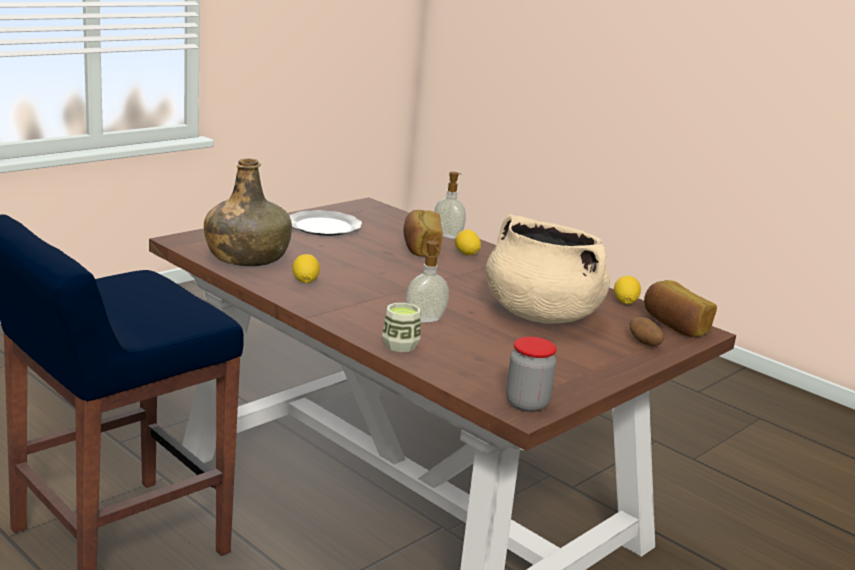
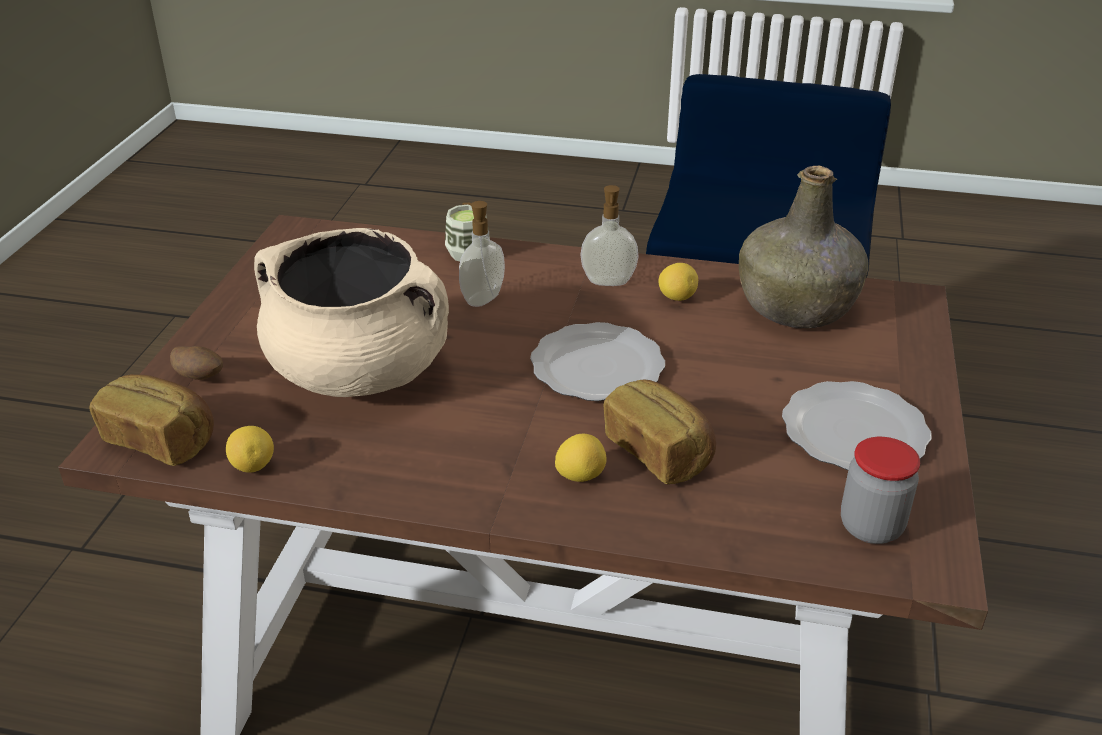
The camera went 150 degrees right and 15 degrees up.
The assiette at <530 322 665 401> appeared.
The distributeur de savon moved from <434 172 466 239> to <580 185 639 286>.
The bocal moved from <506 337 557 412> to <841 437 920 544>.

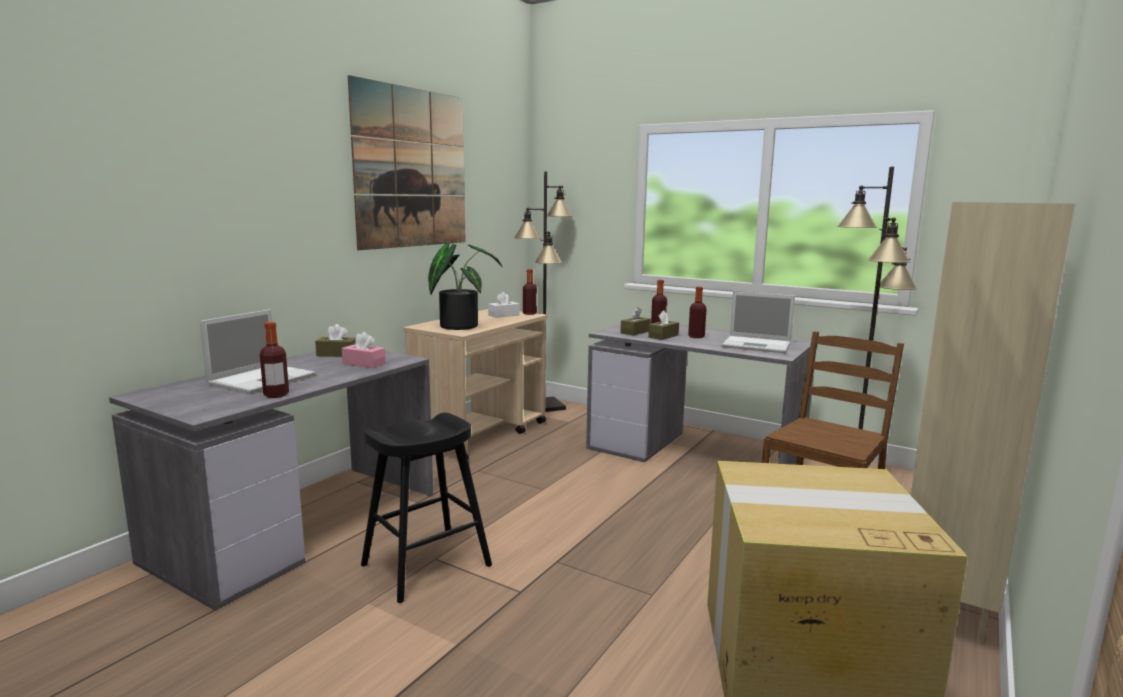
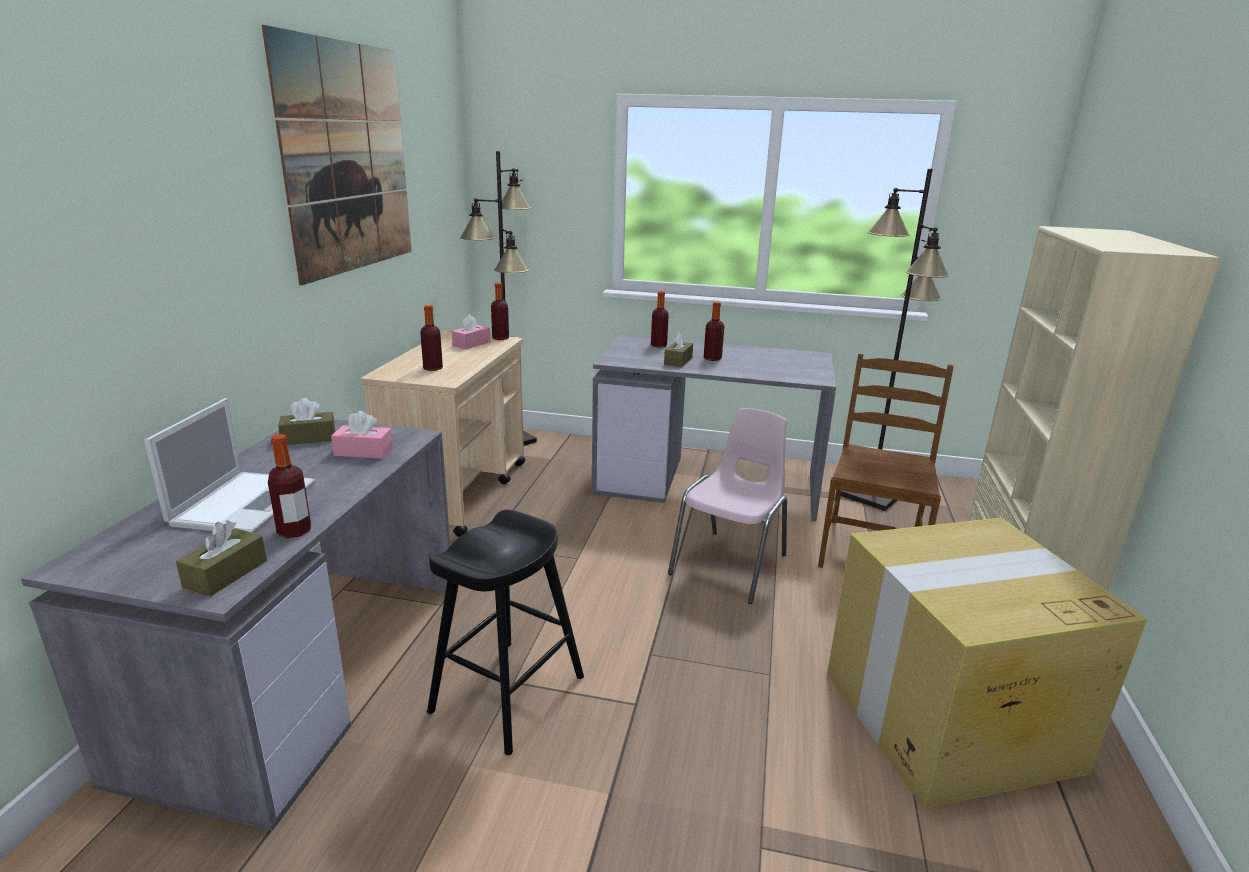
The camera went 20 degrees left and 10 degrees up.
The ordinateur portable at <721 292 795 353> disappeared.
The chaise/rose at <668 408 787 604> appeared.
The boîte à mouchoirs/marron moved from <620 307 651 336> to <176 520 267 597>.
The plante en pot at <428 243 502 330> was replaced by the bouteille at <420 305 443 371>.
The boîte à mouchoirs/blanc at <488 292 519 318> became the boîte à mouchoirs/rose at <452 315 491 349>.

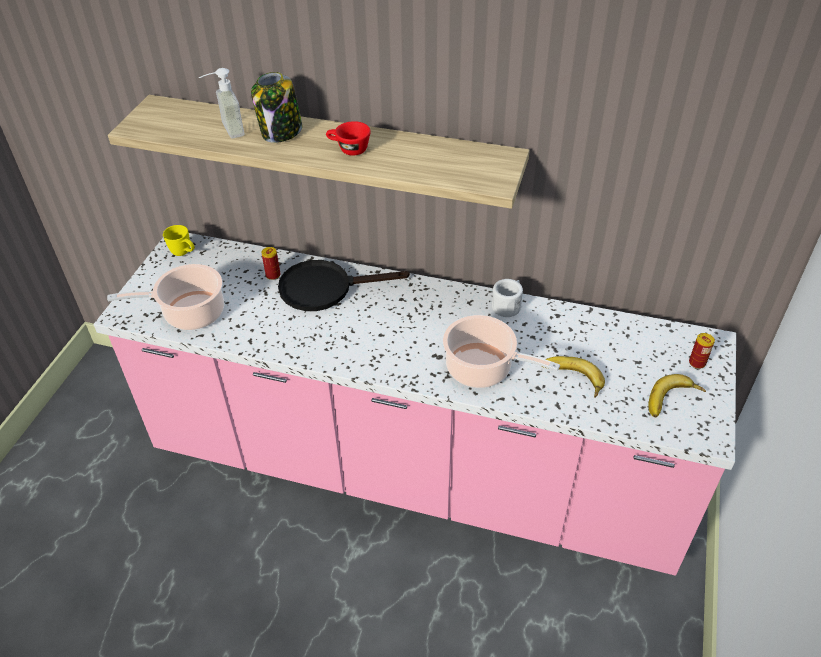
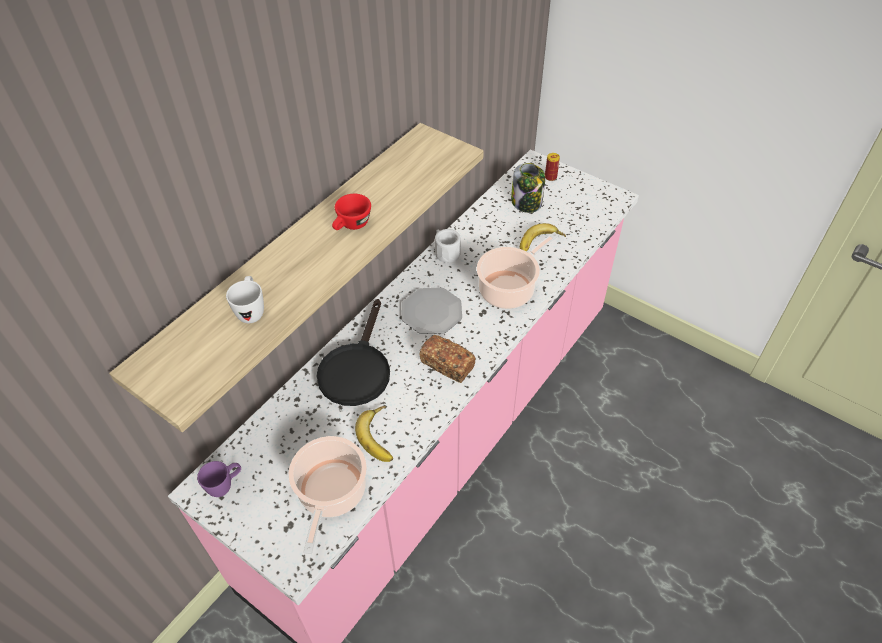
The camera went 70 degrees left and 5 degrees up.
The boîte métallique at <261 247 280 280> disappeared.
The assiette at <402 288 462 334> appeared.
The pain at <419 335 475 383> appeared.
The bocal moved from <251 72 302 143> to <511 163 545 213>.
The banane moved from <649 374 706 417> to <355 406 393 462>.
The distributeur de savon at <199 68 245 138> was replaced by the mug/blanc at <226 276 264 323>.
The mug/jaune at <163 225 195 256> became the mug/violet at <197 461 241 497>.

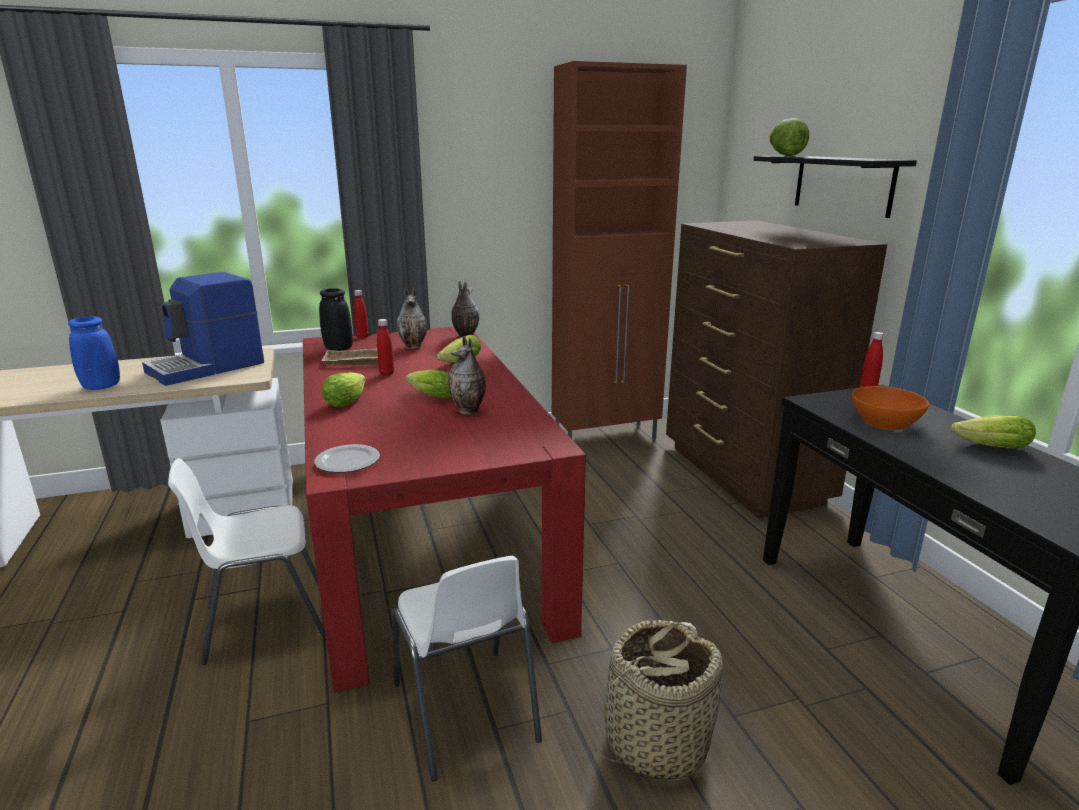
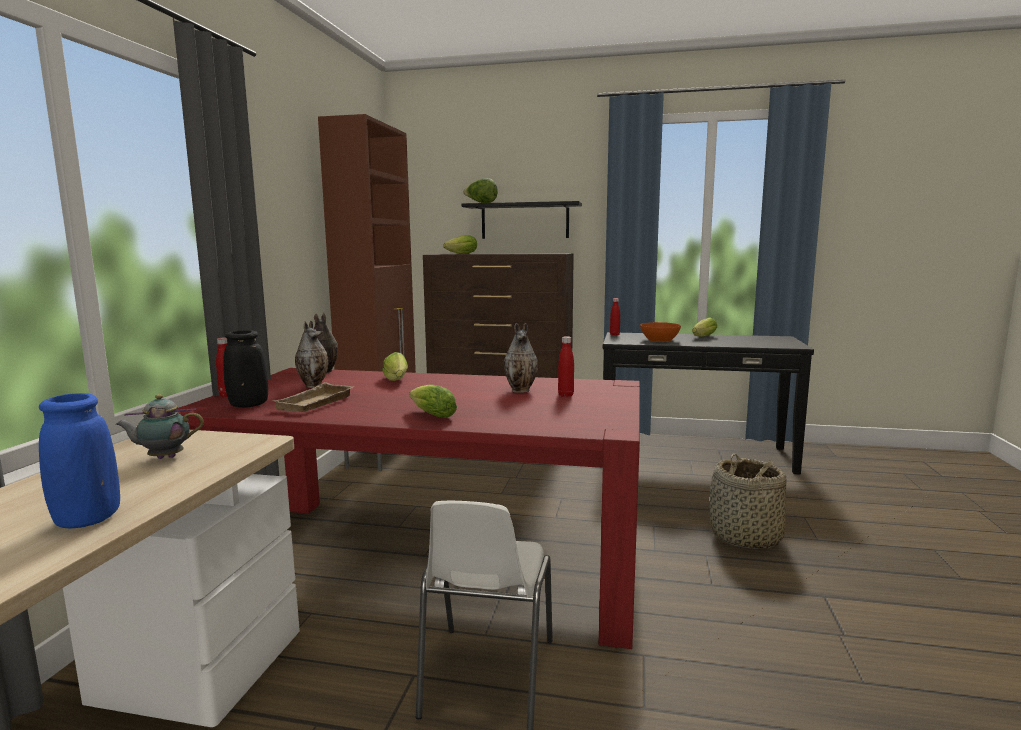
The camera went 60 degrees left and 10 degrees down.
The assiette at <314 444 380 473> disappeared.
The chaise/blanc at <392 556 542 781> disappeared.
The bouteille/rouge moved from <377 319 394 375> to <558 336 574 397>.
The laitue moved from <406 369 452 399> to <443 235 477 254>.
The machine à café at <142 272 264 386> was replaced by the théière at <116 394 204 459>.

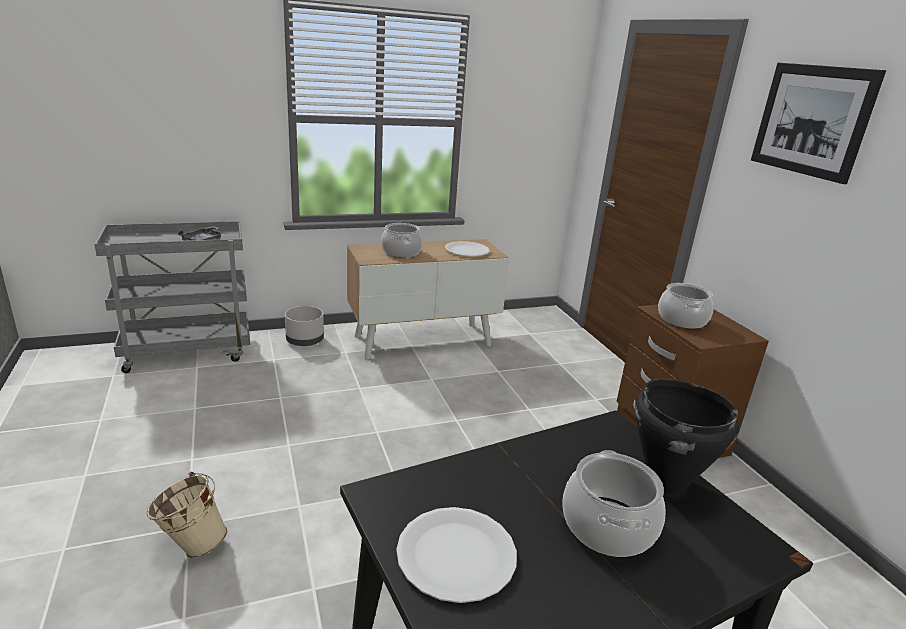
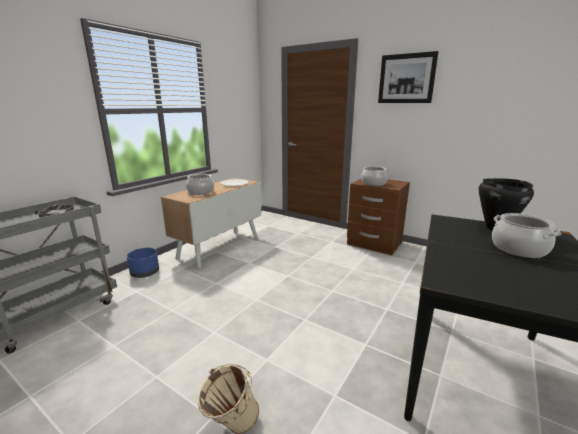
The camera went 35 degrees left and 5 degrees down.
The assiette/blanc at <396 507 517 603> disappeared.
The cache-pot/gris at <285 306 324 346> became the cache-pot/bleu at <127 248 159 278>.

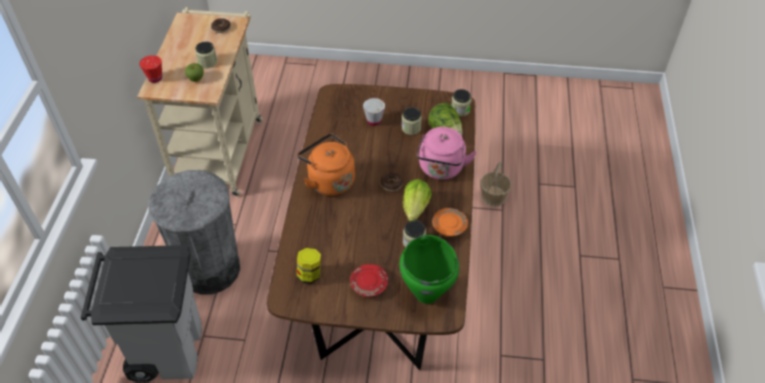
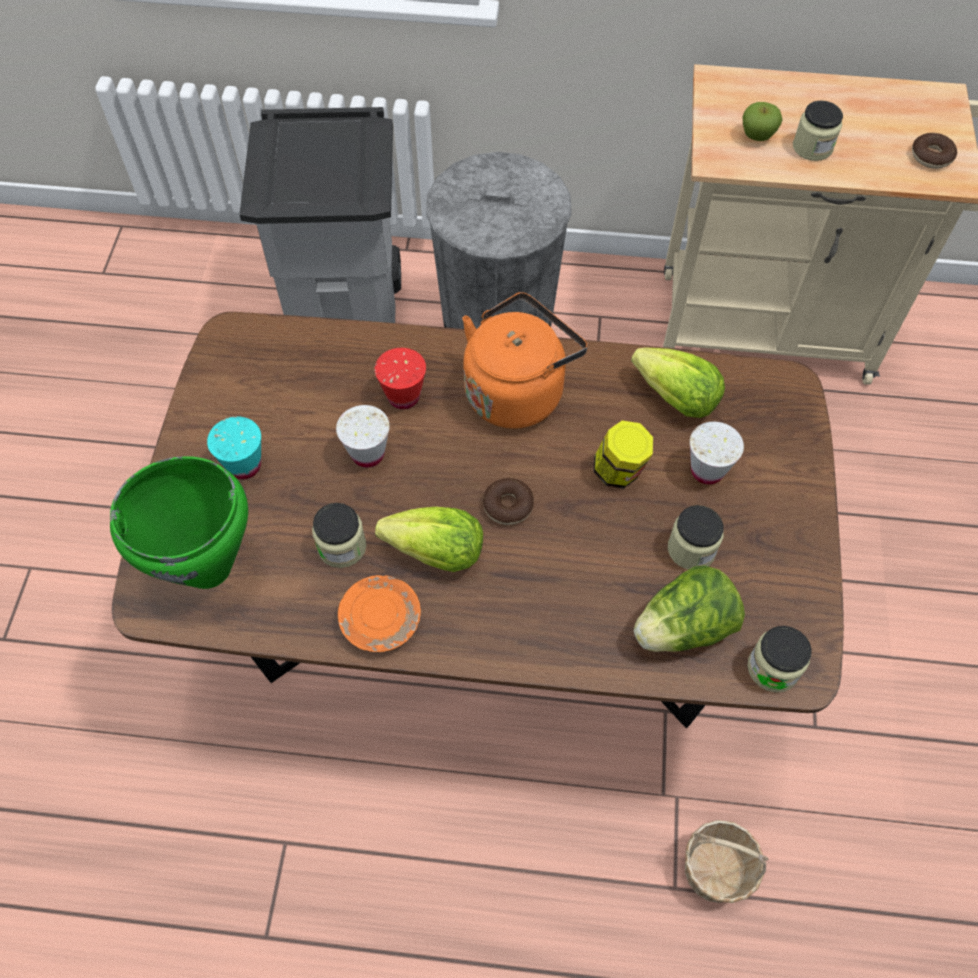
The camera went 90 degrees right and 10 degrees up.
The bouilloire/rose at <416 127 476 180> disappeared.
The tasse/blanc at <336 405 390 468> appeared.
The laitue at <631 348 725 418> appeared.
The tasse/rouge moved from <139 55 162 83> to <375 348 426 409>.
The bocal moved from <297 248 321 284> to <594 420 653 489>.
The assiette/rouge at <350 264 388 297> was replaced by the tasse/turquoise at <207 416 261 479>.

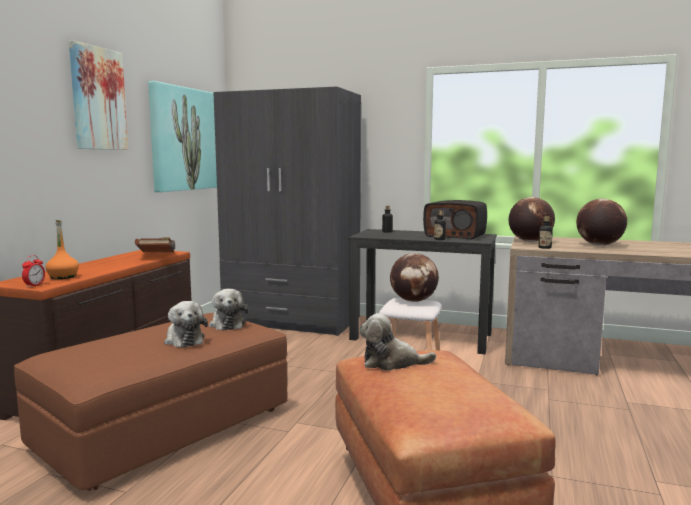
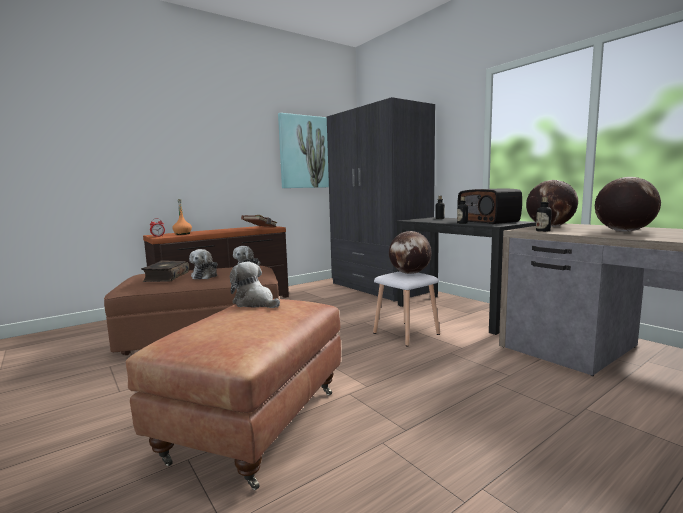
The camera went 35 degrees right and 0 degrees up.
The tableau at <69 41 128 150> disappeared.
The livre at <141 260 189 282> appeared.

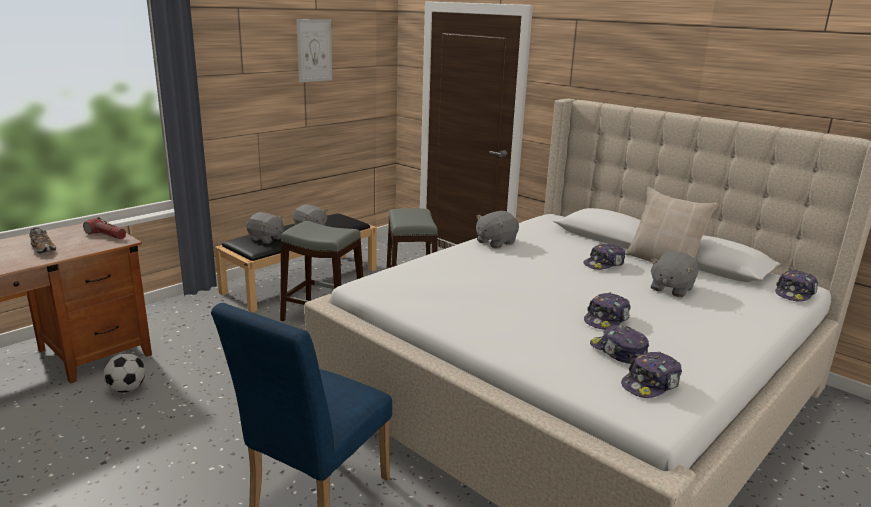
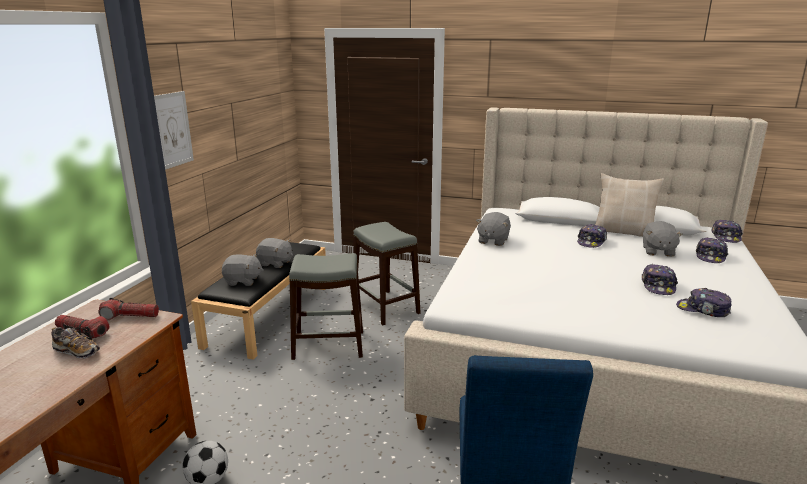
The camera went 25 degrees left and 0 degrees up.
The lampe de poche at <55 315 109 340> appeared.
The tableau moved from <297 19 332 82> to <154 91 194 170>.
The casquette moved from <621 352 682 398> to <696 237 728 263>.

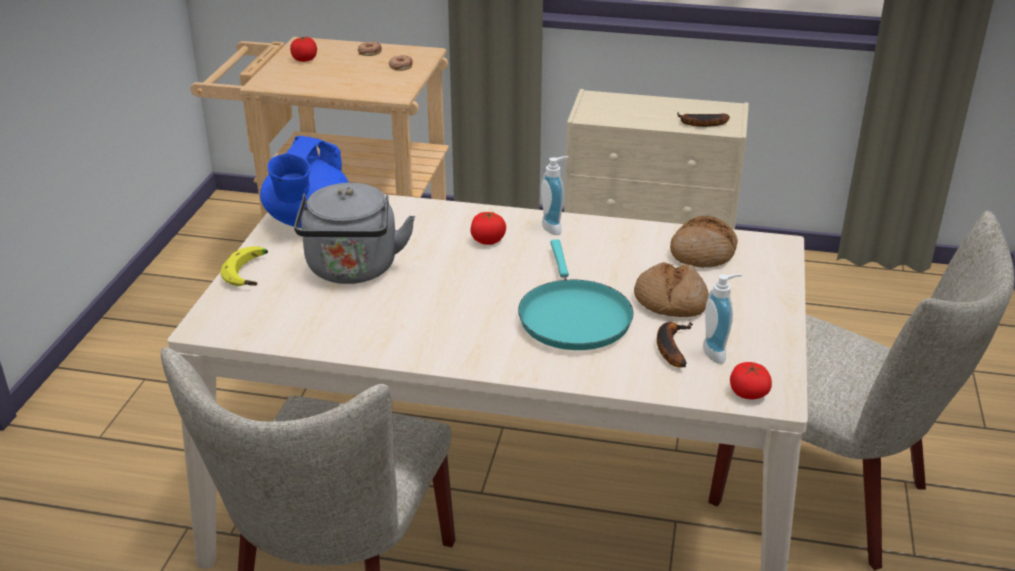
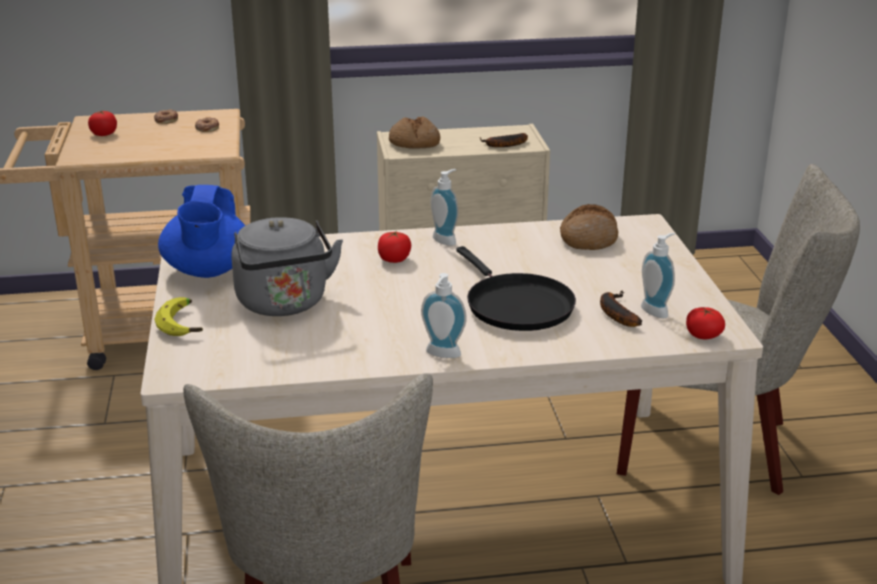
The camera went 20 degrees left and 5 degrees down.
The distributeur de savon at <421 273 467 358> appeared.
The pain moved from <634 262 709 317> to <389 116 440 148>.
The poêle/turquoise at <518 239 634 350> became the poêle/noir at <456 246 576 331>.

